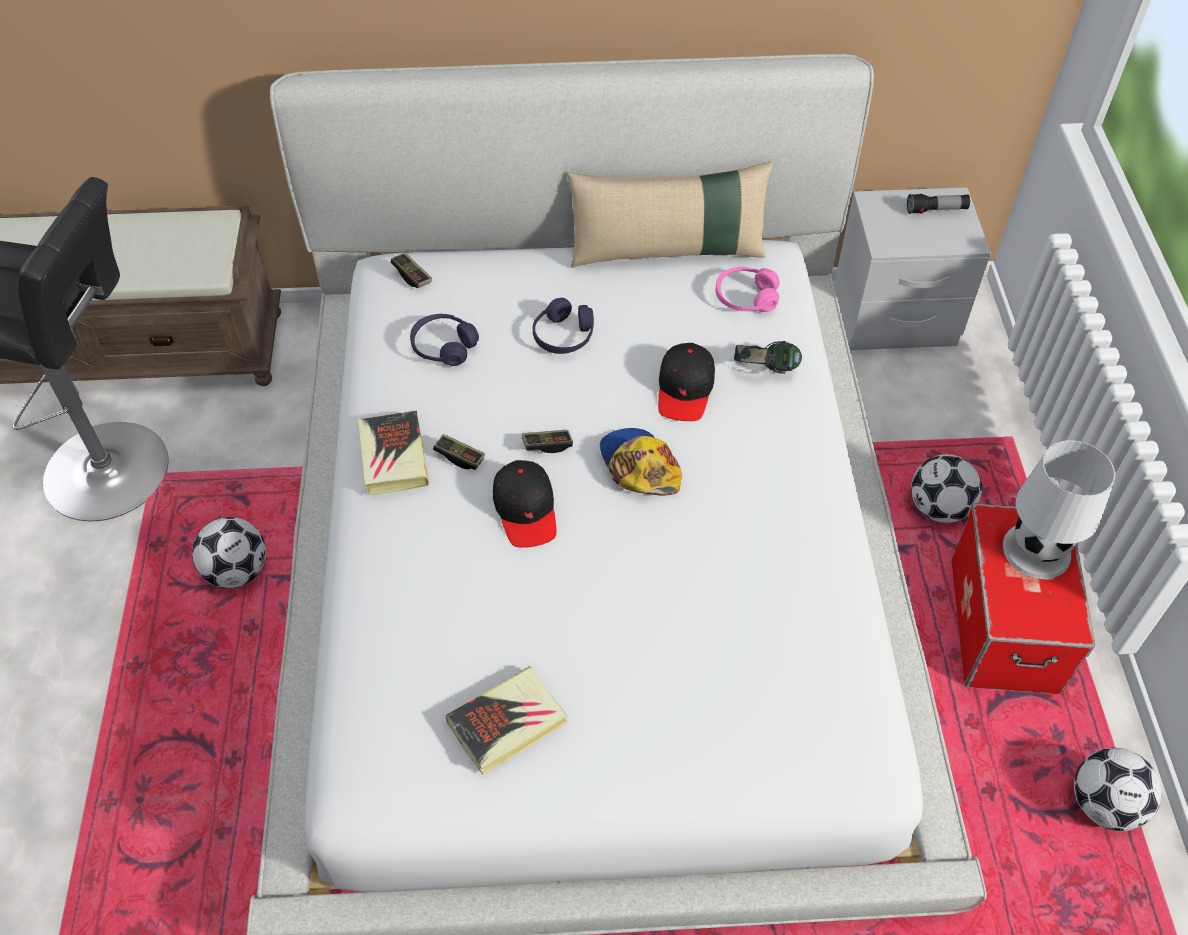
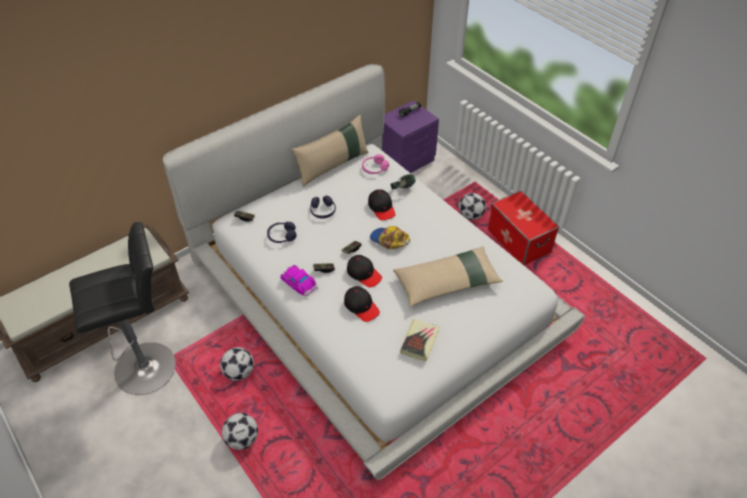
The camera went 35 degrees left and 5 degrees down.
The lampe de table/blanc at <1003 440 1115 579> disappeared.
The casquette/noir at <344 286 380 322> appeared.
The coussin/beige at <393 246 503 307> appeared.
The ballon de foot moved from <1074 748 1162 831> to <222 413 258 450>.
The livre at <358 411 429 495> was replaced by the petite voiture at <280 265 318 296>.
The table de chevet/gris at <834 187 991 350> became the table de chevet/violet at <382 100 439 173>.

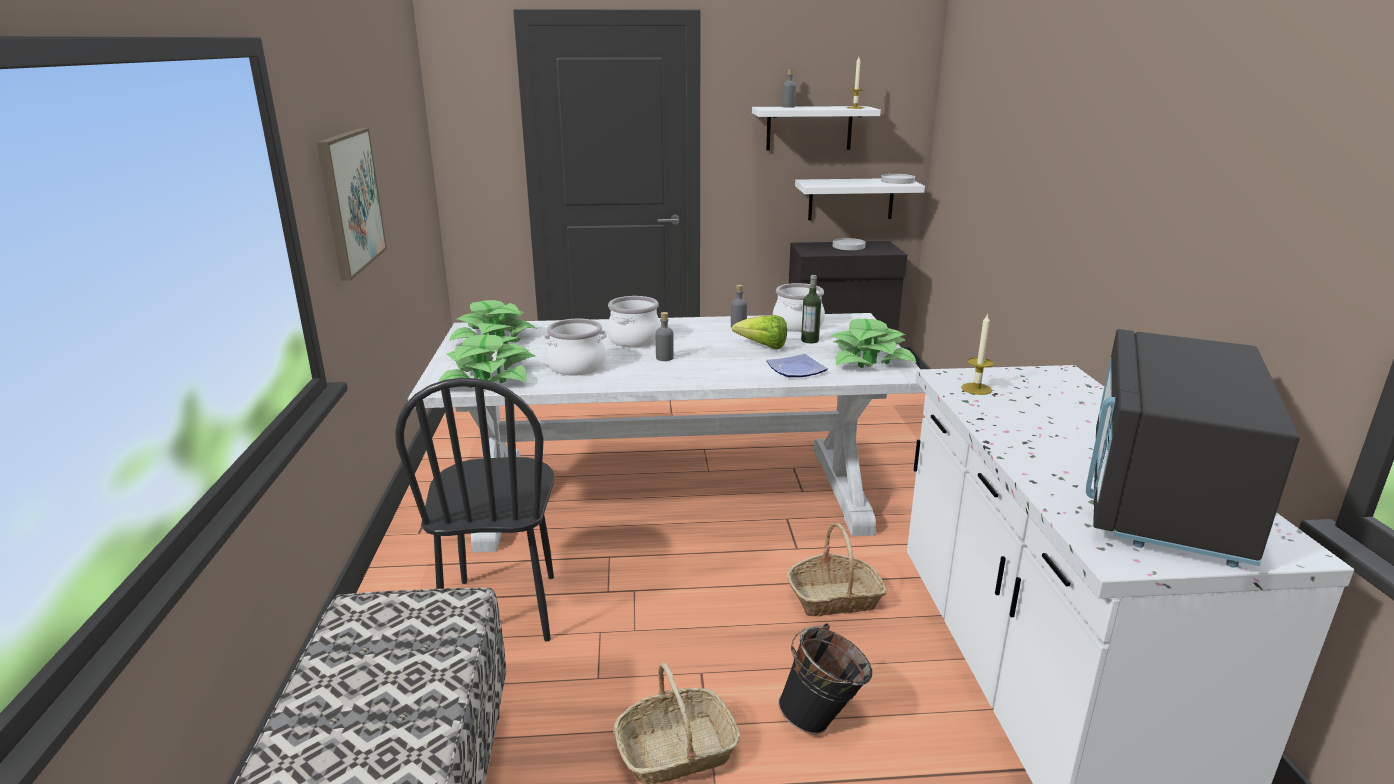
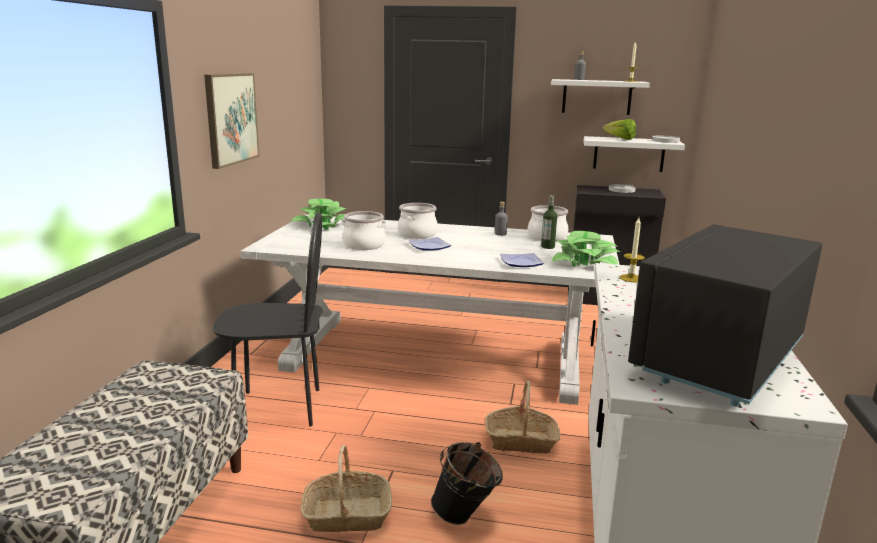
The camera went 15 degrees right and 5 degrees down.
The plante en pot at <438 335 536 388> disappeared.
The laitue moved from <732 315 787 349> to <602 119 636 140>.
The bouteille/gris at <656 312 674 361> was replaced by the assiette at <409 237 451 251>.
The chaise/noir at <395 378 554 641> turned 105 degrees counterclockwise.

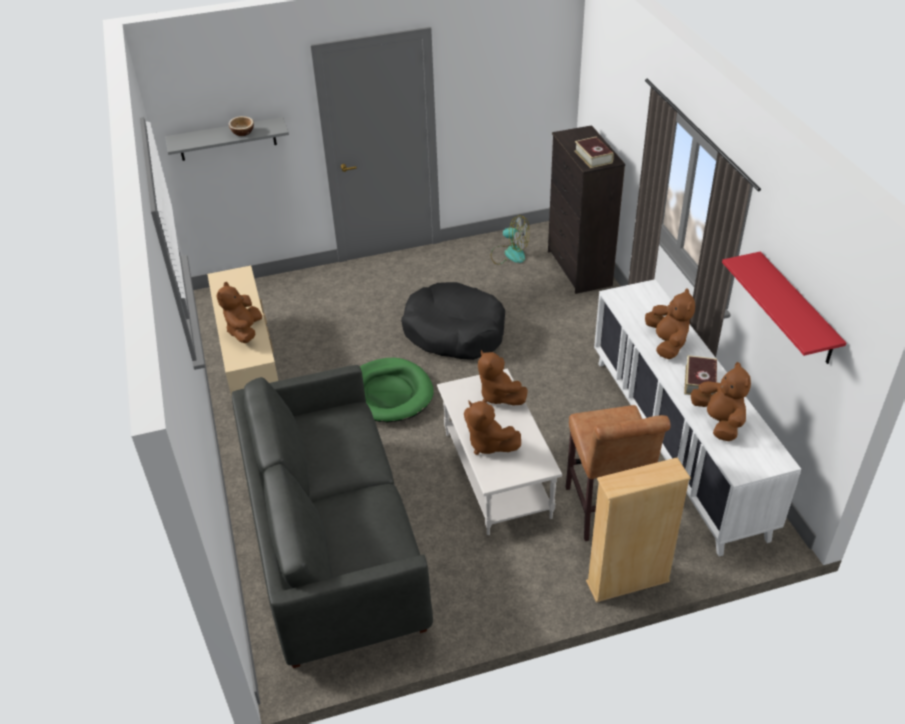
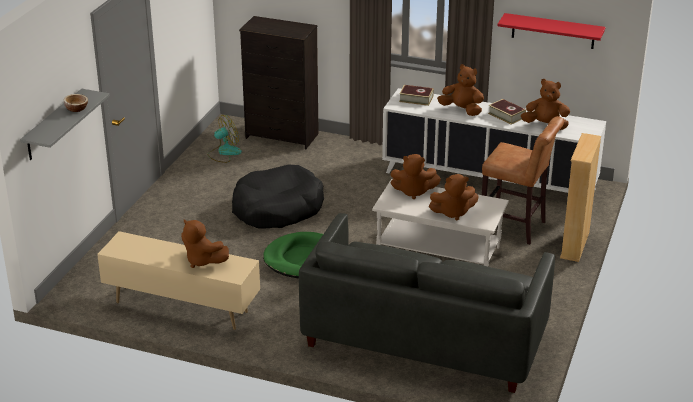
The camera went 55 degrees left and 10 degrees down.
The livre moved from <574 136 614 168> to <399 85 434 106>.

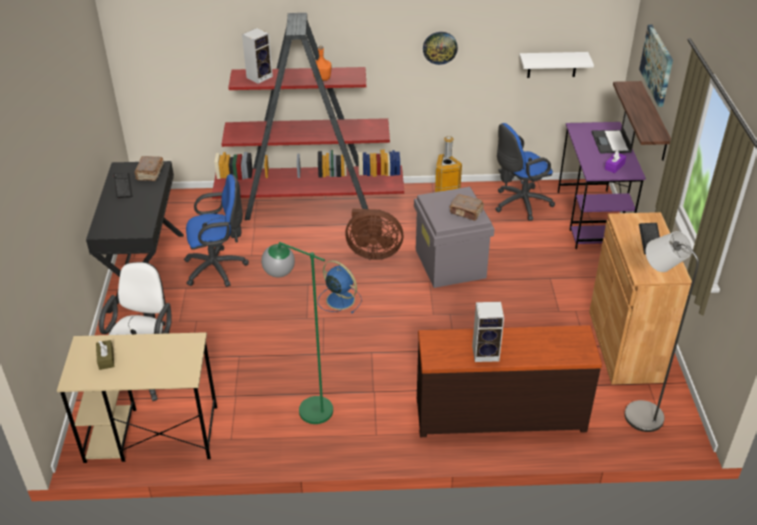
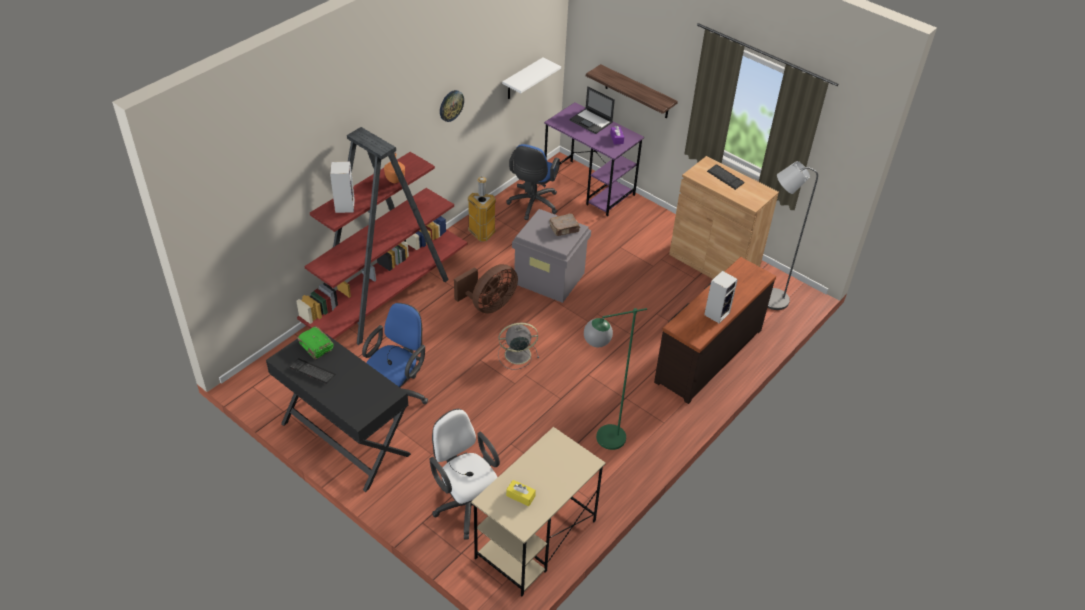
The camera went 50 degrees left and 5 degrees up.
The tableau at <639 25 673 107> disappeared.
The boîte à mouchoirs/marron at <96 340 114 370> became the boîte à mouchoirs/jaune at <506 480 536 506>.
The livre/marron at <135 156 164 181> became the livre/vert at <297 326 333 359>.
The ventilateur/bleu at <318 260 362 314> became the ventilateur/gris at <498 323 539 370>.

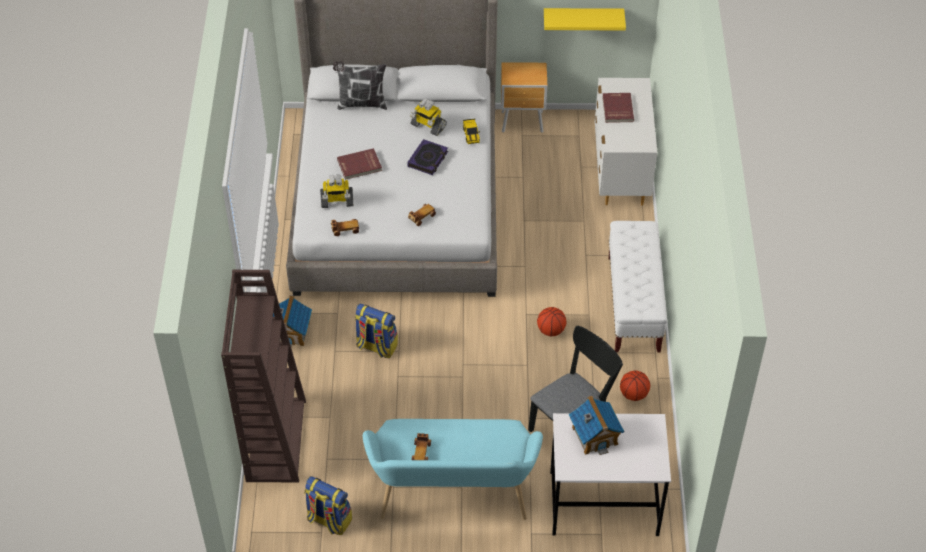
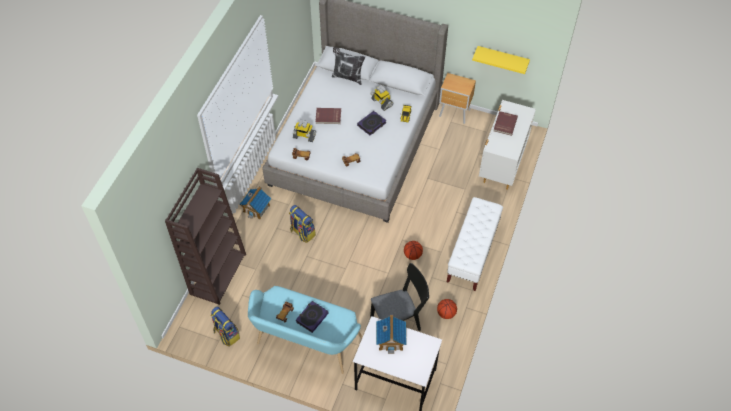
The camera went 20 degrees right and 5 degrees up.
The livre at <296 301 329 333> appeared.

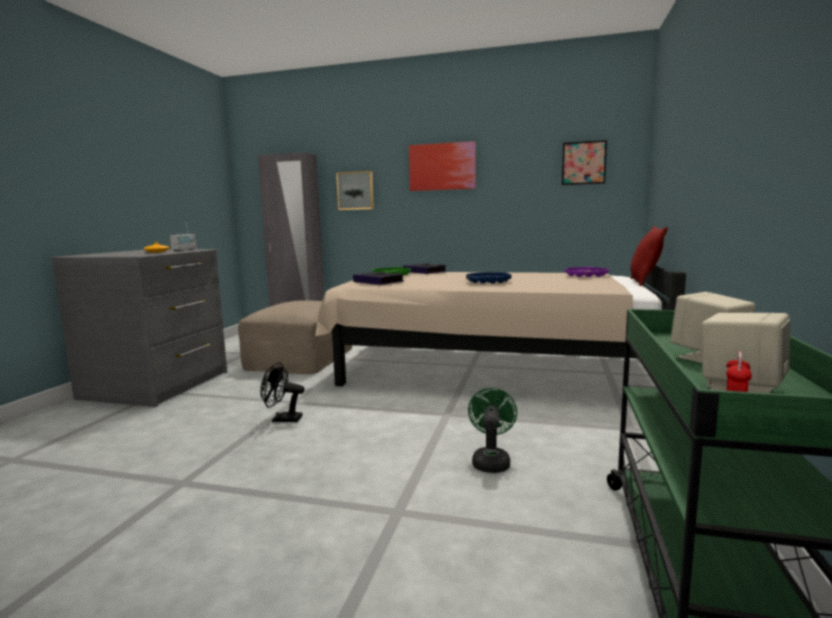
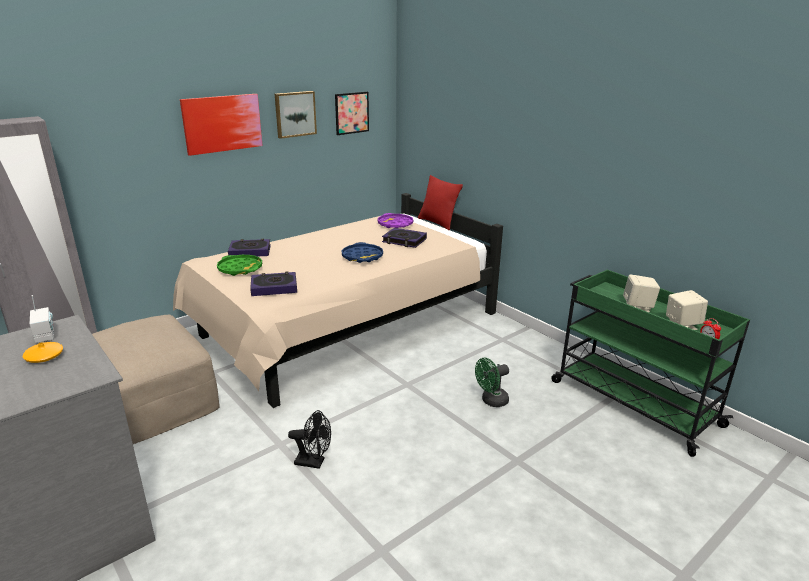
The camera went 55 degrees left and 15 degrees up.
The livre at <382 228 427 248> appeared.
The tableau moved from <336 171 374 210> to <275 91 317 139>.
The ventilateur/noir at <260 362 305 422> turned 120 degrees counterclockwise.
The ventilateur/vert at <468 388 517 473> turned 75 degrees counterclockwise.

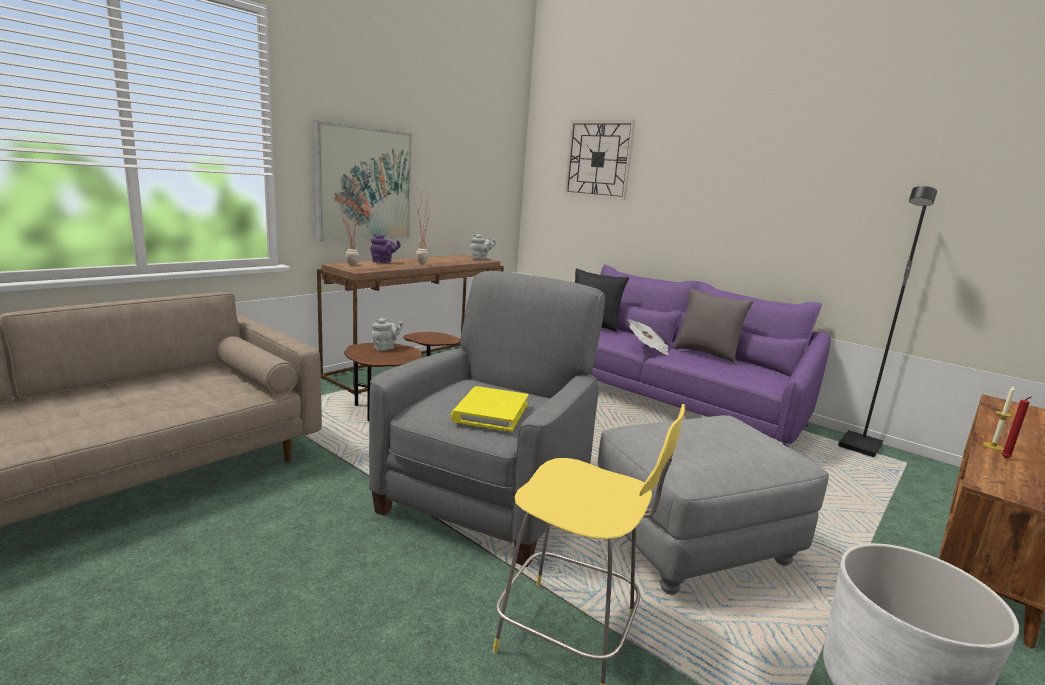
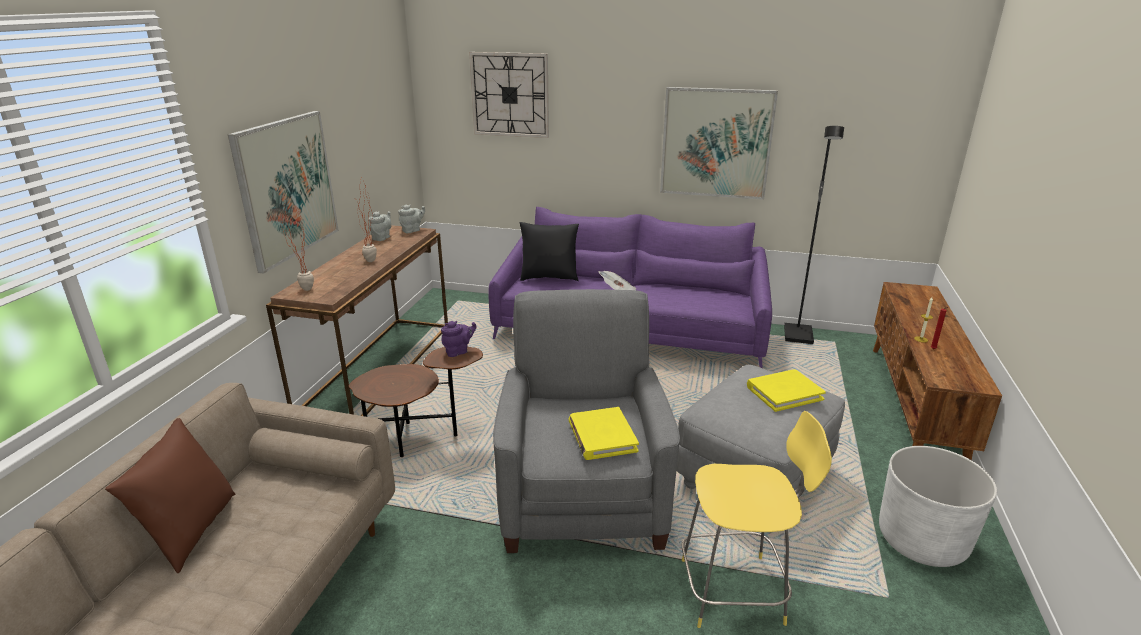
The camera went 25 degrees left and 10 degrees up.
The coussin/gris at <673 288 754 364> disappeared.
The coussin/marron at <105 418 235 573> appeared.
The tableau at <660 87 778 200> appeared.
The livre/jaune at <747 369 826 412> appeared.
The théière/violet moved from <370 234 401 263> to <441 321 476 357>.
The théière/gris moved from <372 318 403 351> to <369 211 392 241>.

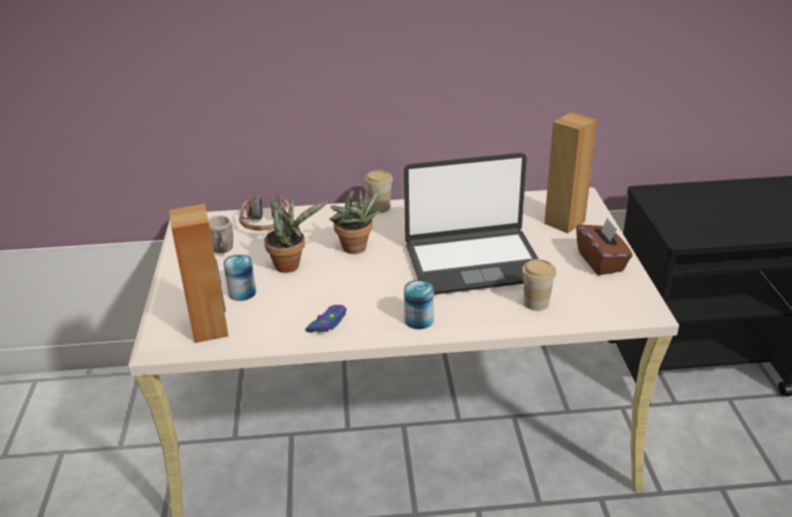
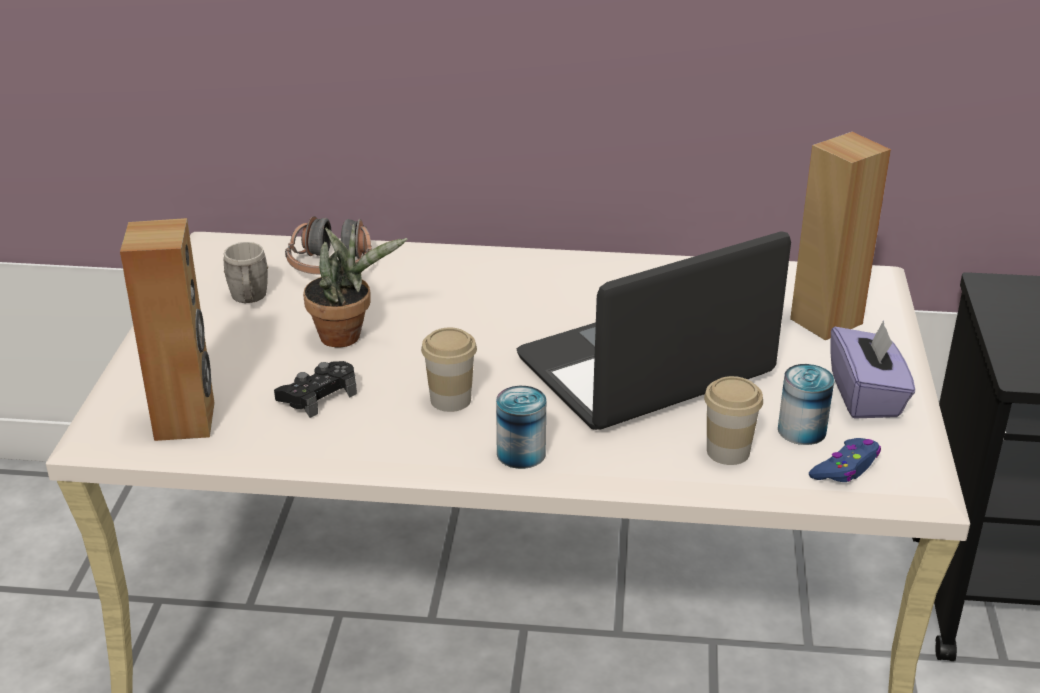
The camera went 10 degrees right and 0 degrees up.
The plante en pot at <329 190 381 254> disappeared.
The manette/noir at <274 361 357 418> appeared.
The boîte métallique moved from <223 254 256 301> to <778 364 834 445>.
The manette/bleu moved from <305 305 347 333> to <809 438 881 482>.
The tasse moved from <365 170 393 213> to <421 328 477 412>.
The boîte à mouchoirs/marron at <576 217 632 275> became the boîte à mouchoirs/violet at <831 320 915 419>.
The ordinateur portable at <404 153 538 295> turned 150 degrees clockwise.

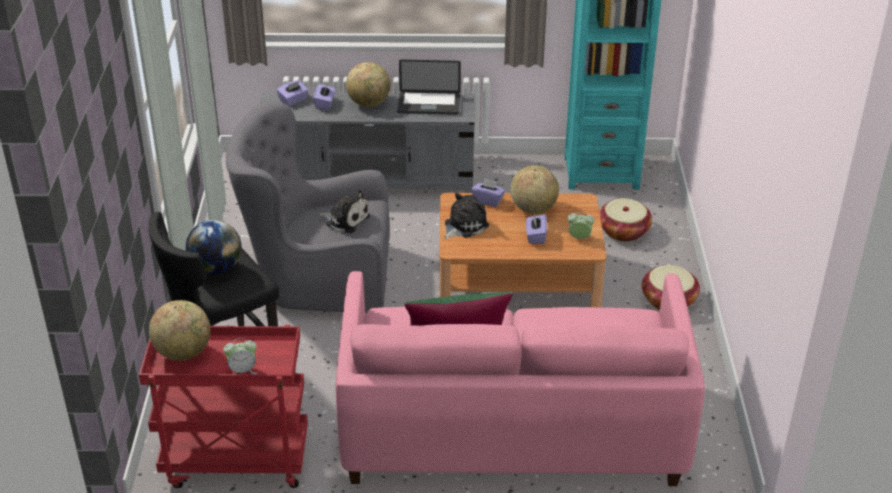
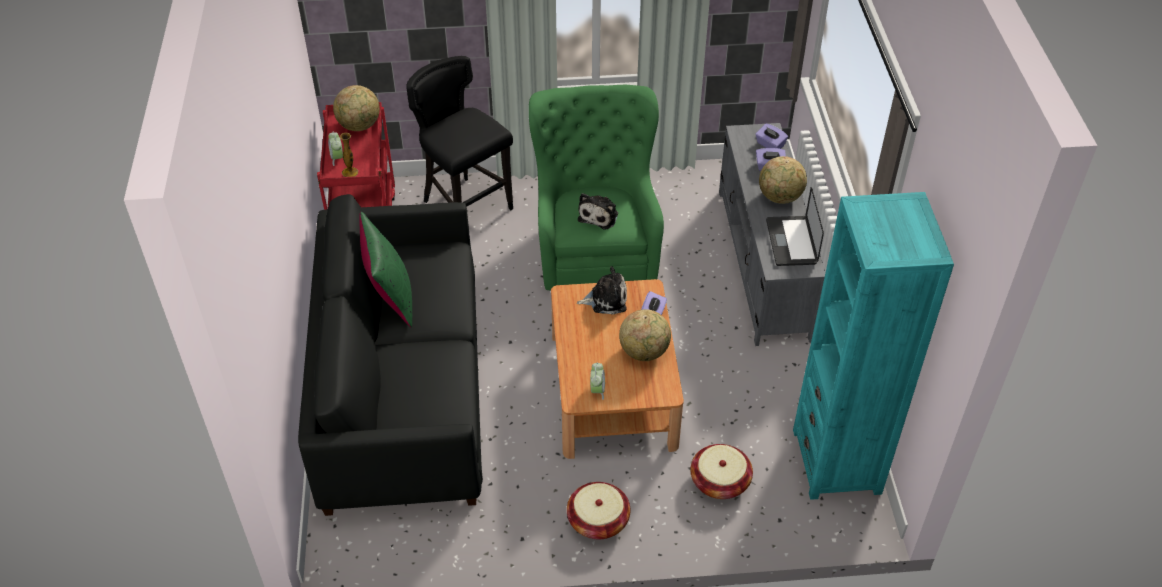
The camera went 85 degrees right and 10 degrees up.
The globe at <186 220 242 275> disappeared.
The boîte à mouchoirs/violet at <526 214 547 244> disappeared.
The vase at <340 133 358 177> appeared.
The fauteuil/gris at <226 102 389 313> became the fauteuil/vert at <529 85 664 290>.
The canapé/rose at <336 271 705 486> became the canapé/noir at <298 194 483 516>.
The peluche at <444 193 489 239> turned 45 degrees counterclockwise.

